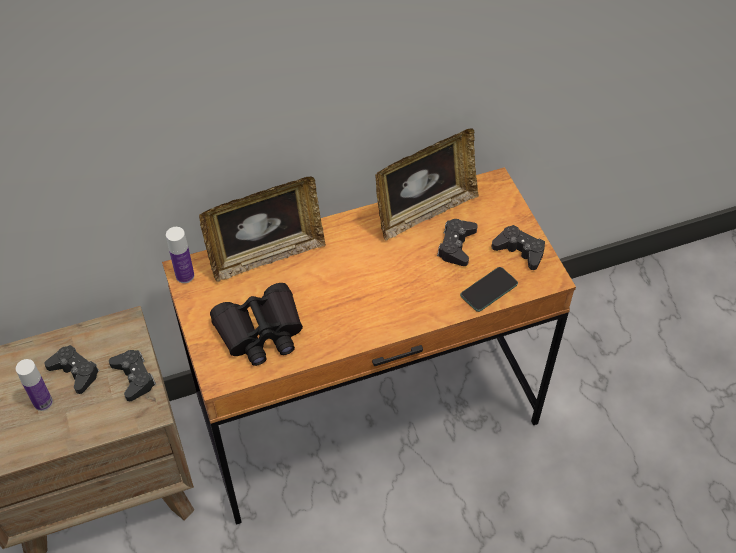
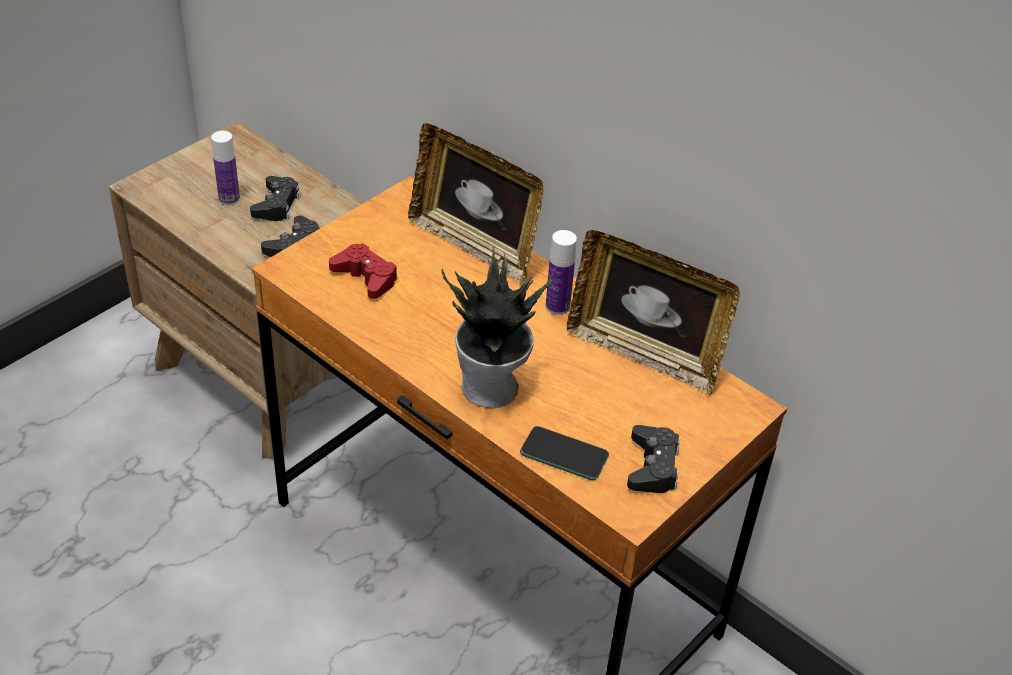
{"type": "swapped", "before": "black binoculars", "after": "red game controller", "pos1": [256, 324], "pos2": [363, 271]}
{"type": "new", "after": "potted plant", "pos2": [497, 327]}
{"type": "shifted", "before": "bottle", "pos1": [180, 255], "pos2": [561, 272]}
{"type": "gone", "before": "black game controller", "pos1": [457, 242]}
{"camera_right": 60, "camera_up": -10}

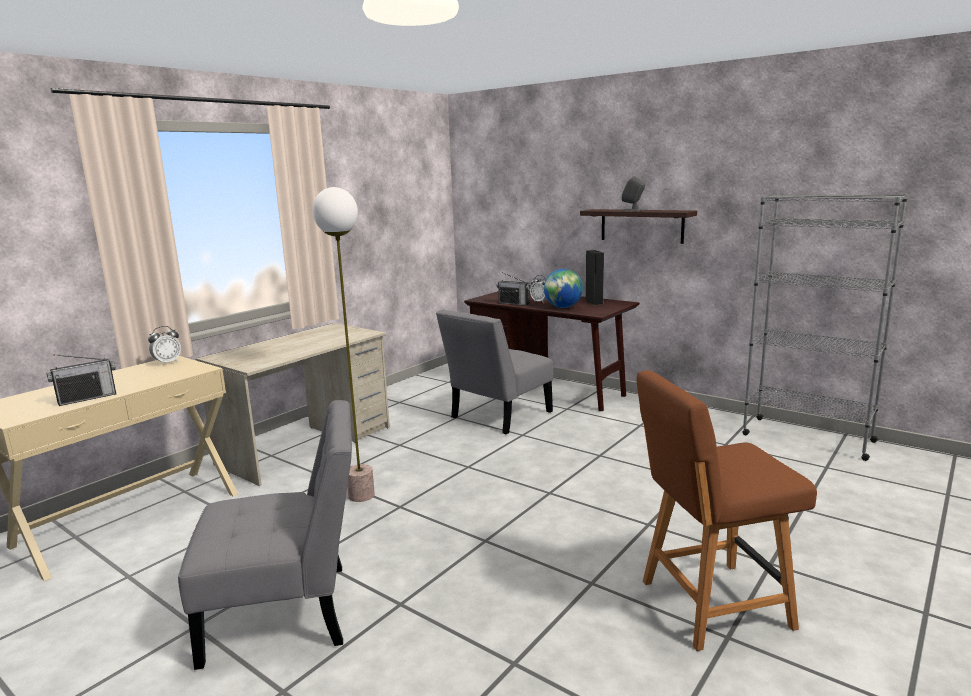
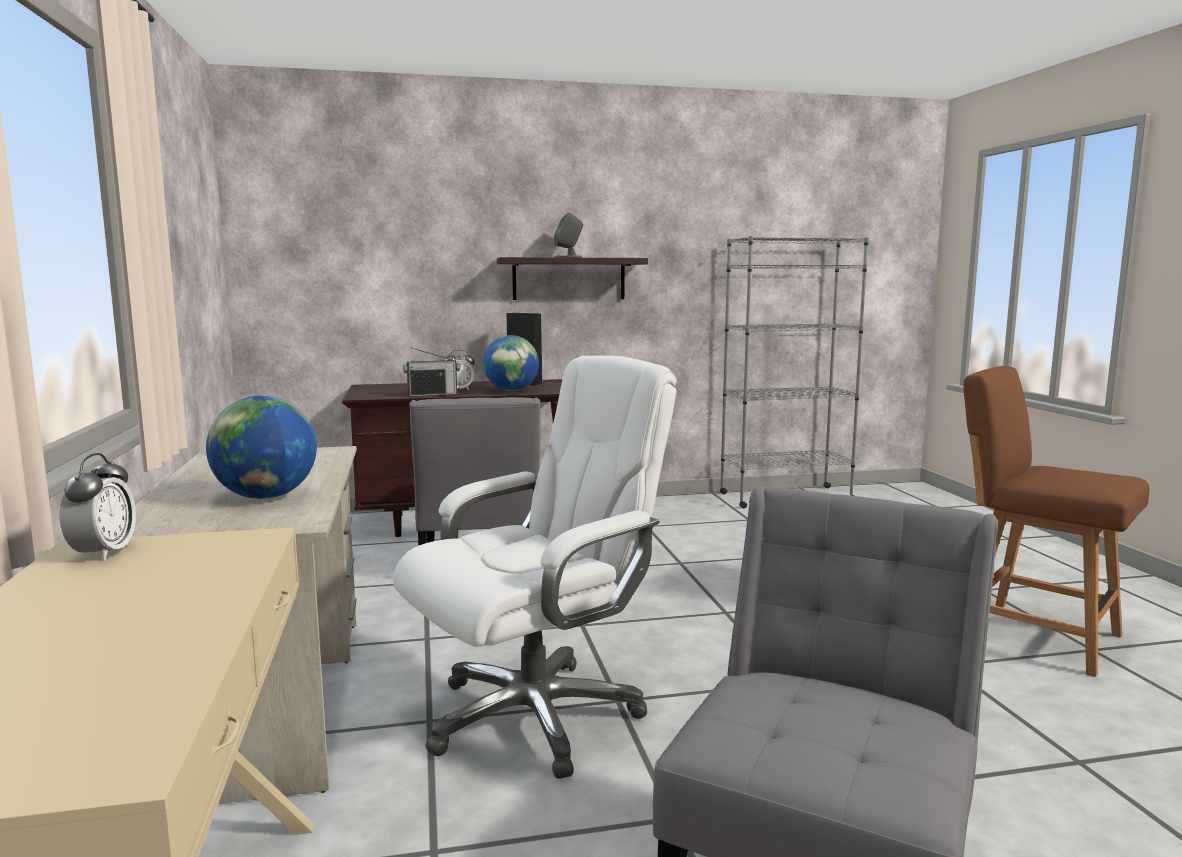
{"type": "new", "after": "globe", "pos2": [261, 447]}
{"type": "swapped", "before": "floor lamp", "after": "white office chair", "pos1": [343, 344], "pos2": [535, 567]}
{"type": "rotated", "before": "brown chair", "pos1": [727, 510], "pos2": [1057, 521], "turn": 105}
{"type": "gone", "before": "radio", "pos1": [81, 380]}
{"camera_right": -50, "camera_up": -5}

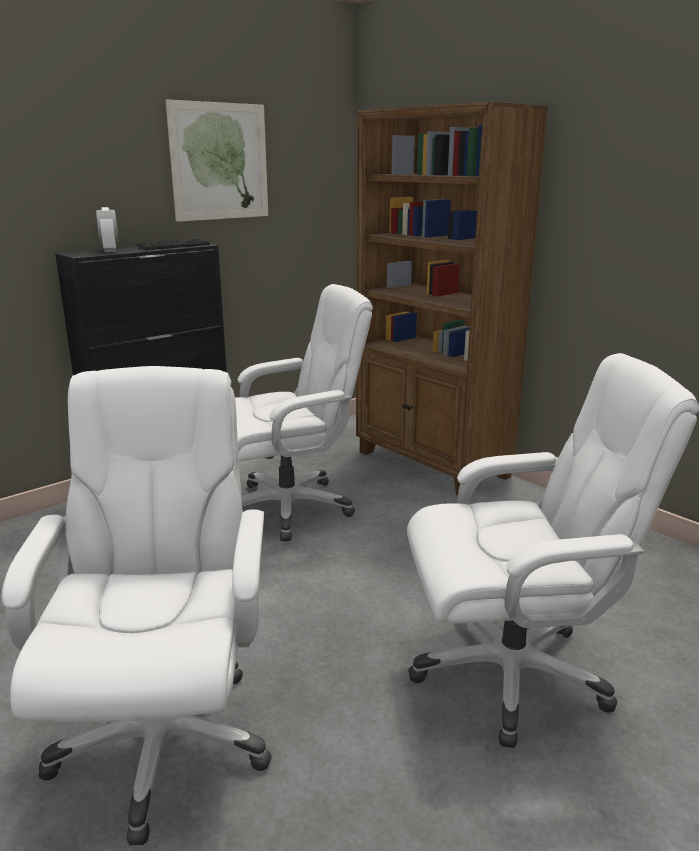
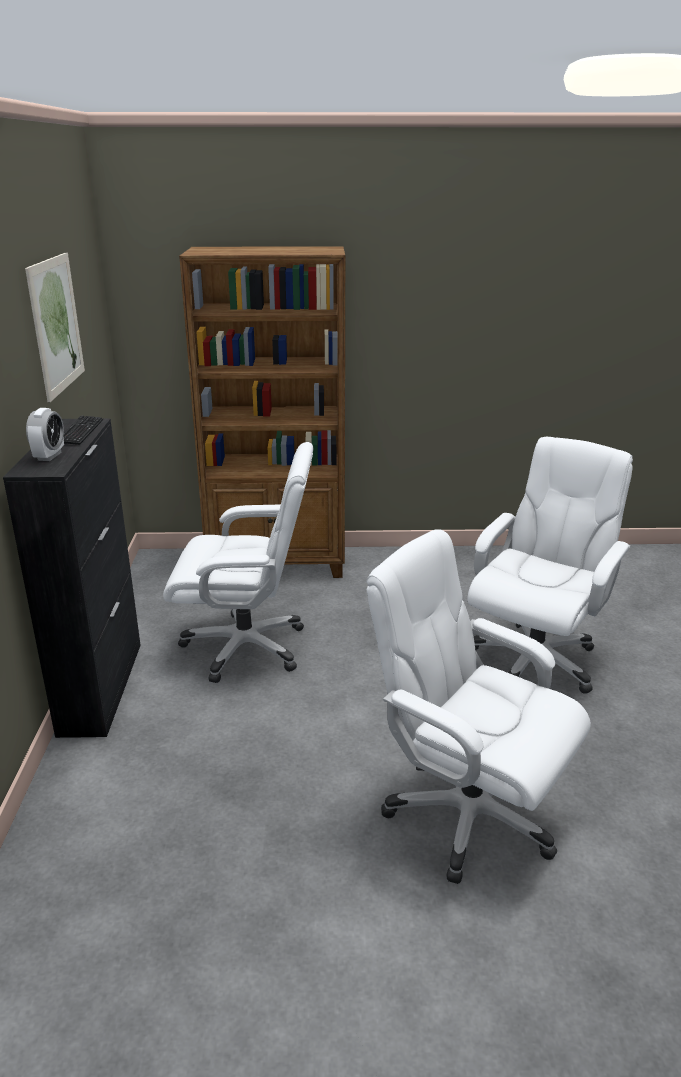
{"type": "rotated", "before": "alarm clock", "pos1": [107, 230], "pos2": [45, 434], "turn": -105}
{"type": "rotated", "before": "white office chair", "pos1": [304, 412], "pos2": [238, 562], "turn": 75}
{"camera_right": -50, "camera_up": 5}

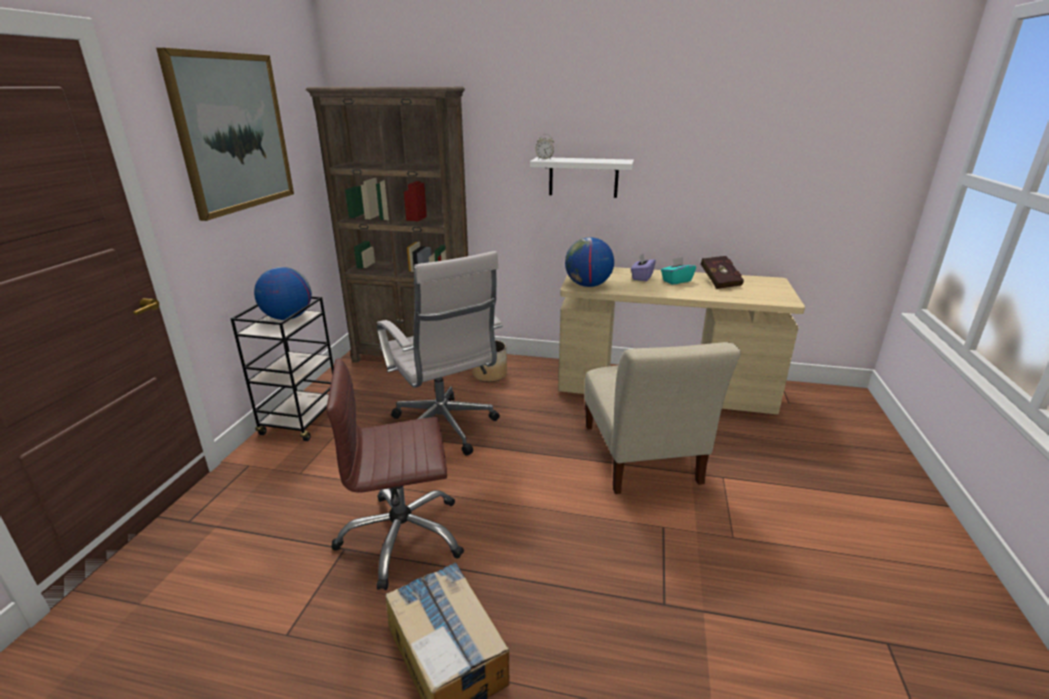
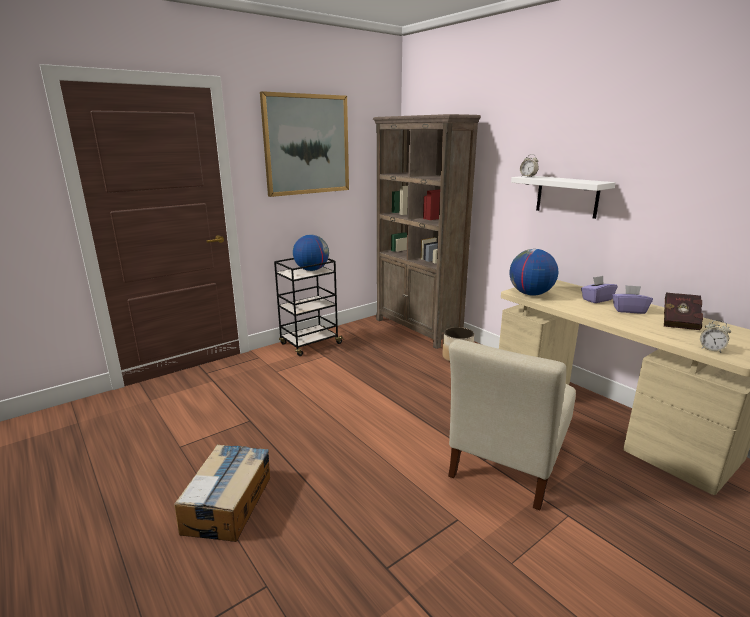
{"type": "repainted", "before": "turquoise tissue box", "after": "purple tissue box", "pos1": [678, 271], "pos2": [632, 299]}
{"type": "new", "after": "alarm clock", "pos2": [715, 336]}
{"type": "gone", "before": "brown office chair", "pos1": [395, 474]}
{"type": "gone", "before": "white office chair", "pos1": [440, 353]}
{"camera_right": 40, "camera_up": -5}

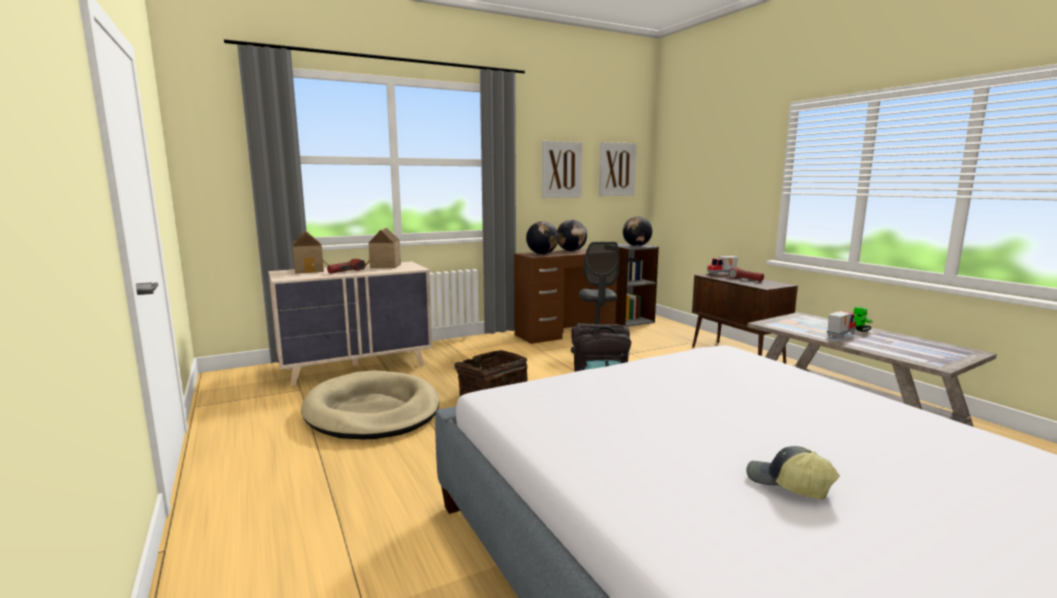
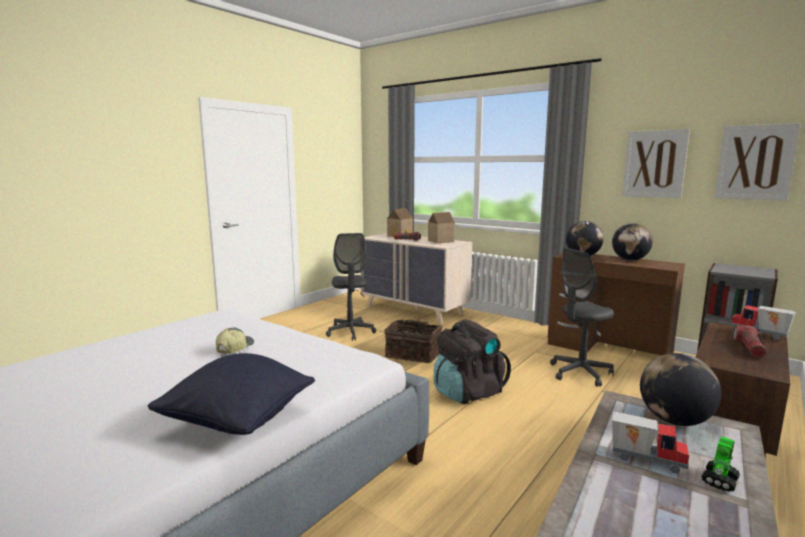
{"type": "new", "after": "black pillow", "pos2": [231, 394]}
{"type": "shifted", "before": "cap", "pos1": [793, 472], "pos2": [235, 340]}
{"type": "swapped", "before": "beige dog bed", "after": "grey office chair", "pos1": [370, 404], "pos2": [351, 287]}
{"type": "shifted", "before": "globe", "pos1": [637, 231], "pos2": [680, 389]}
{"camera_right": 65, "camera_up": 0}

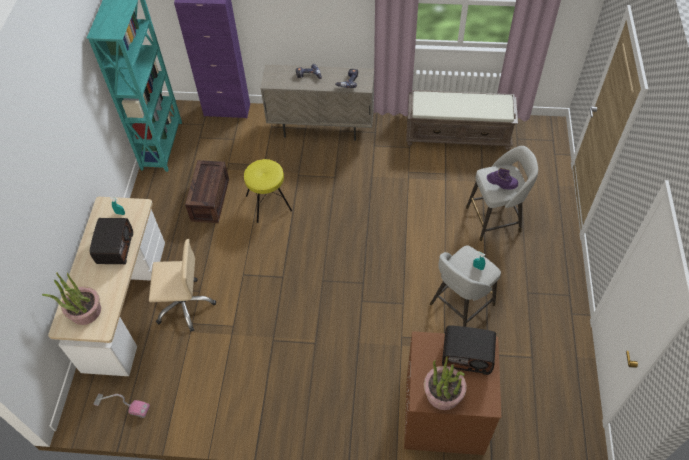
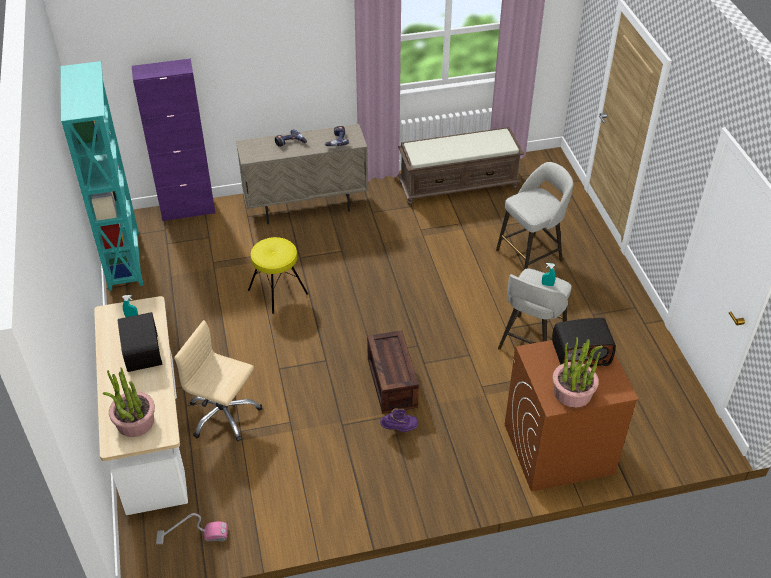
{"type": "rotated", "before": "beige office chair", "pos1": [182, 285], "pos2": [218, 381], "turn": -135}
{"type": "shifted", "before": "crate", "pos1": [207, 191], "pos2": [393, 372]}
{"type": "shifted", "before": "purple boot", "pos1": [502, 178], "pos2": [399, 420]}
{"camera_right": -20, "camera_up": -10}

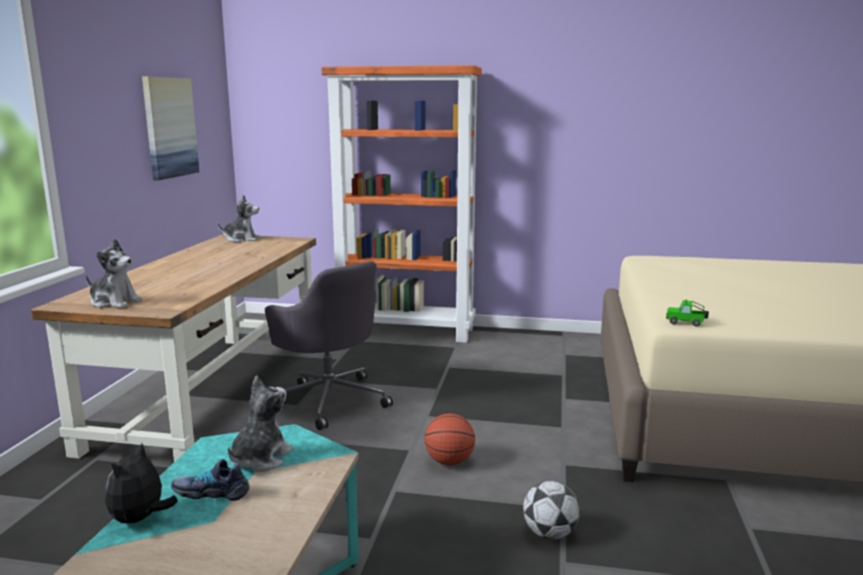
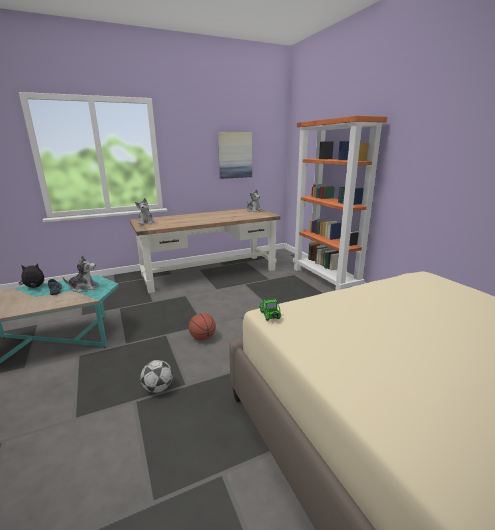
{"type": "gone", "before": "grey office chair", "pos1": [329, 345]}
{"camera_right": 55, "camera_up": 5}

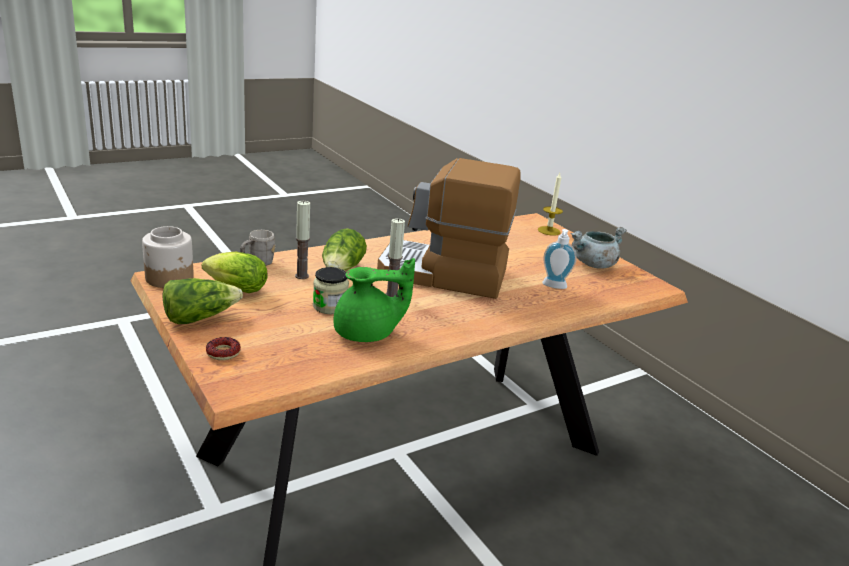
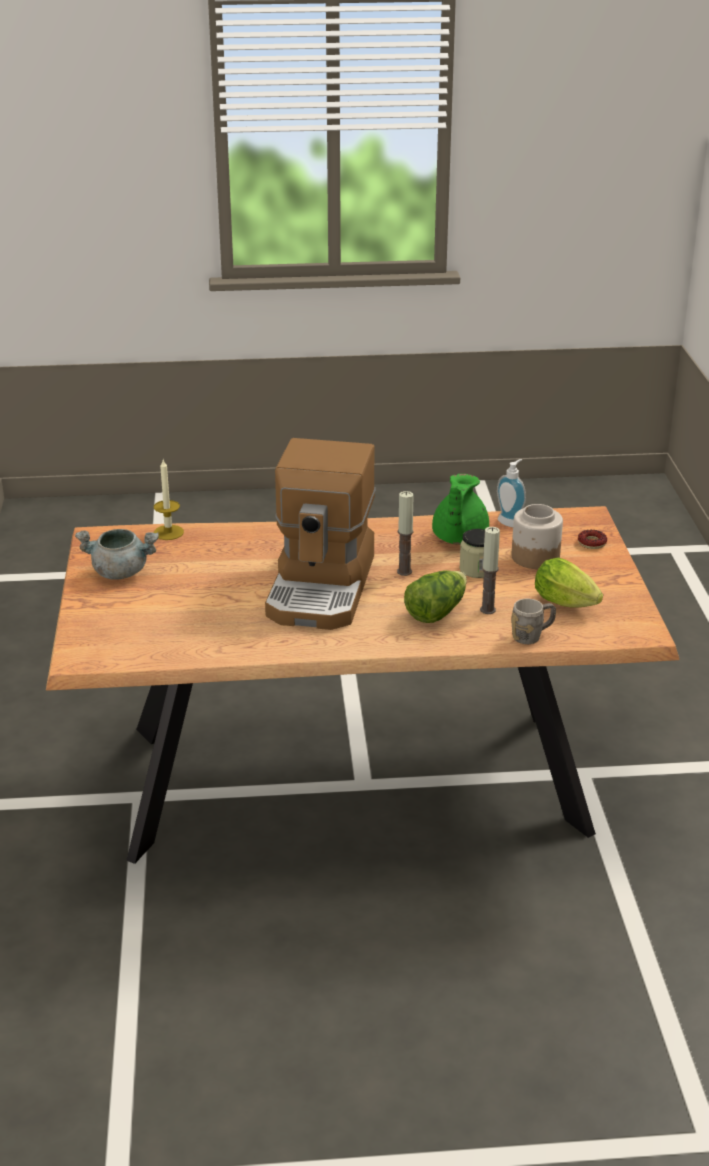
{"type": "shifted", "before": "candle", "pos1": [550, 204], "pos2": [169, 500]}
{"type": "rotated", "before": "coffee machine", "pos1": [449, 228], "pos2": [320, 534], "turn": 60}
{"type": "rotated", "before": "green teapot", "pos1": [374, 300], "pos2": [460, 509], "turn": -90}
{"type": "shifted", "before": "soap dispenser", "pos1": [559, 259], "pos2": [511, 493]}
{"type": "shifted", "before": "jar", "pos1": [168, 257], "pos2": [537, 536]}
{"type": "gone", "before": "lettuce", "pos1": [202, 301]}
{"camera_right": -150, "camera_up": 5}

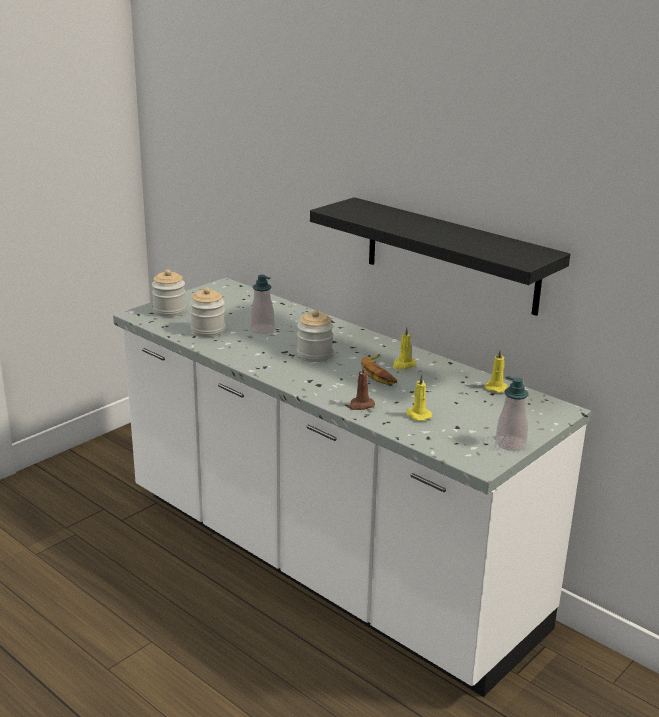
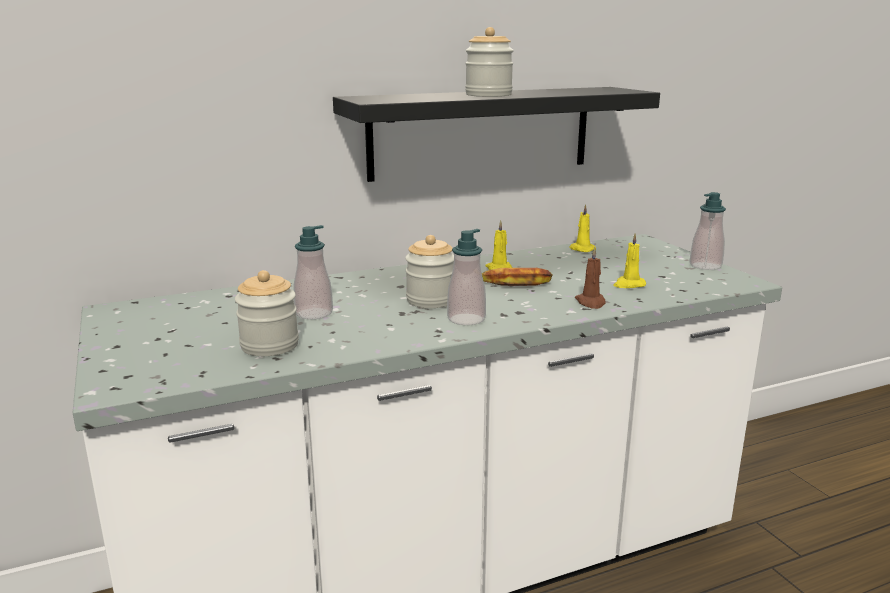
{"type": "new", "after": "soap dispenser", "pos2": [466, 277]}
{"type": "shifted", "before": "jar", "pos1": [169, 293], "pos2": [489, 62]}
{"camera_right": -65, "camera_up": -5}

